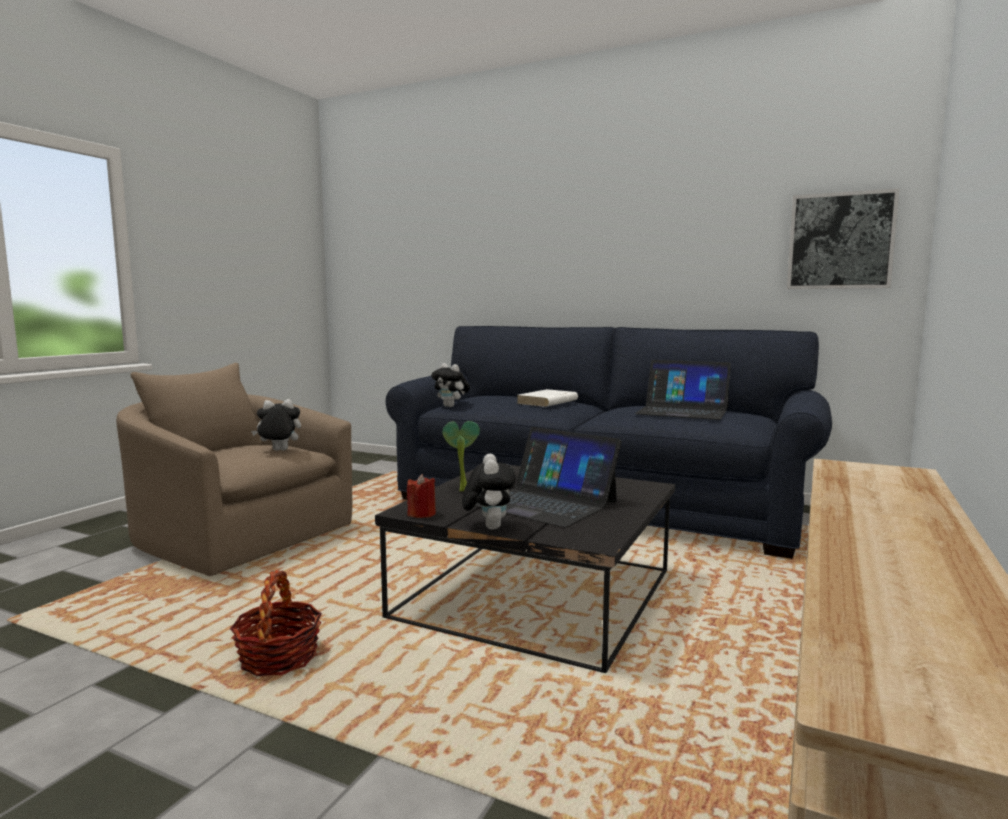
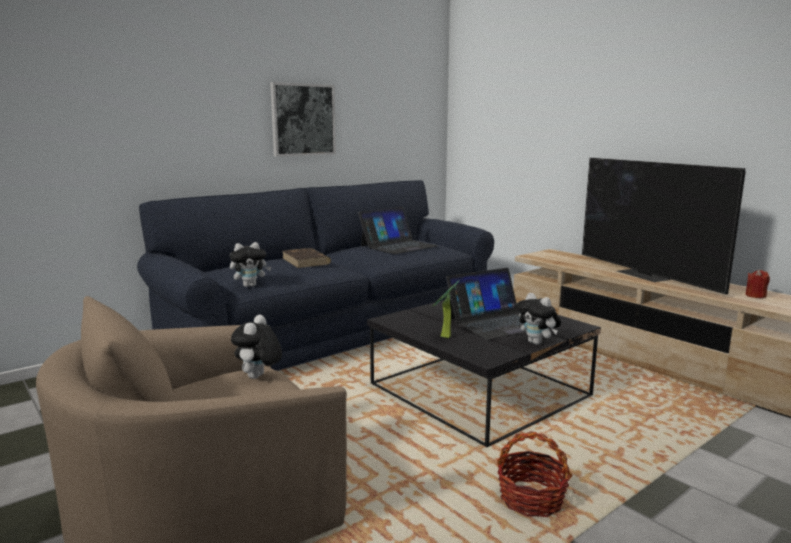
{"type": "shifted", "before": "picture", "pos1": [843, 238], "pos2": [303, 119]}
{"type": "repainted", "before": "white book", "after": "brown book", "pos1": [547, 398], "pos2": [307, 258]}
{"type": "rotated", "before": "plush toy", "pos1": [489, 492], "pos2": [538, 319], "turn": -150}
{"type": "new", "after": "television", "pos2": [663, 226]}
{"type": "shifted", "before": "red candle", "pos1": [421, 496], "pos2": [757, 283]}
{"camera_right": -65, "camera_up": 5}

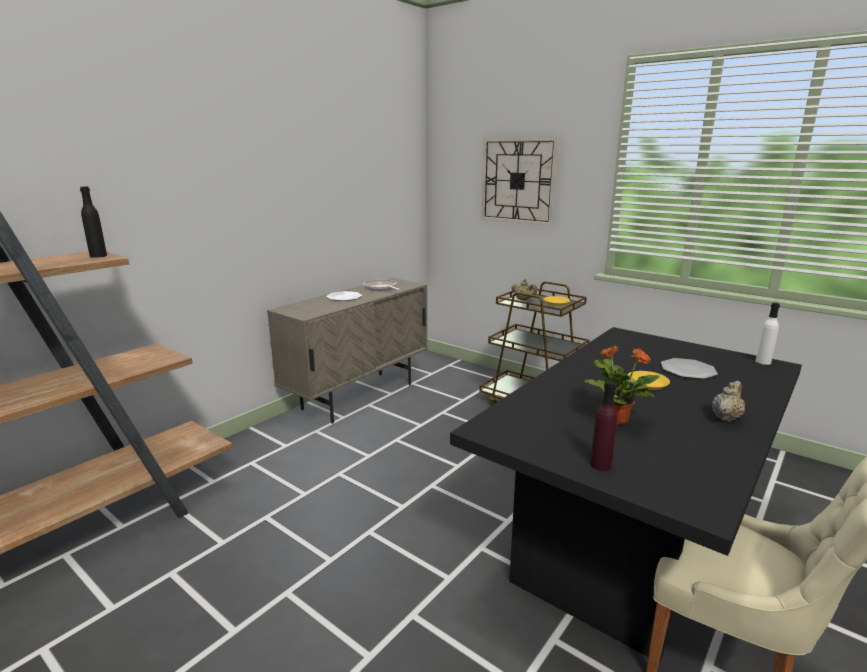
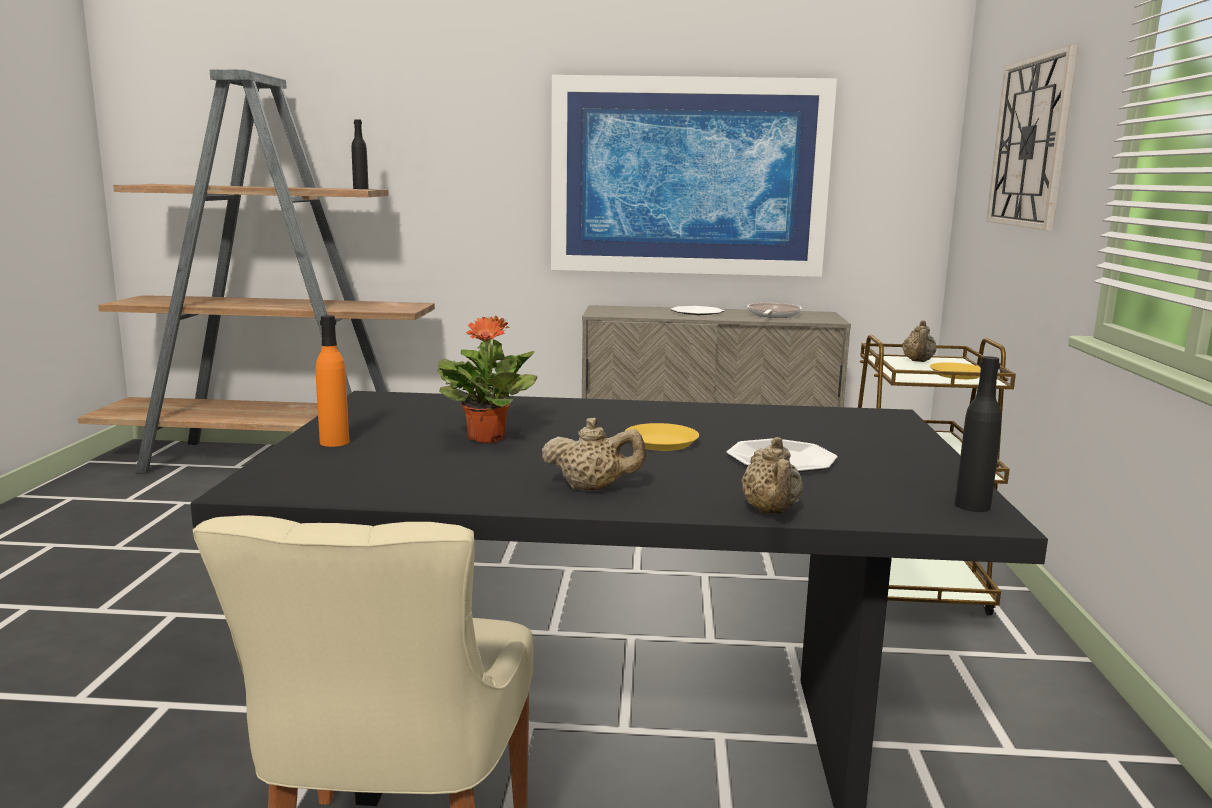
{"type": "repainted", "before": "purple bottle", "after": "orange bottle", "pos1": [603, 426], "pos2": [332, 381]}
{"type": "new", "after": "picture", "pos2": [694, 176]}
{"type": "new", "after": "beige teapot", "pos2": [772, 475]}
{"type": "repainted", "before": "white bottle", "after": "black bottle", "pos1": [768, 334], "pos2": [978, 434]}
{"camera_right": 55, "camera_up": -5}

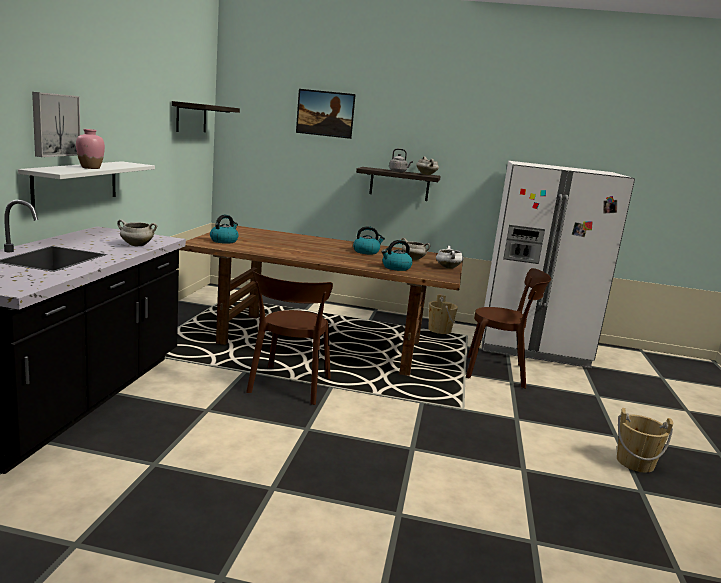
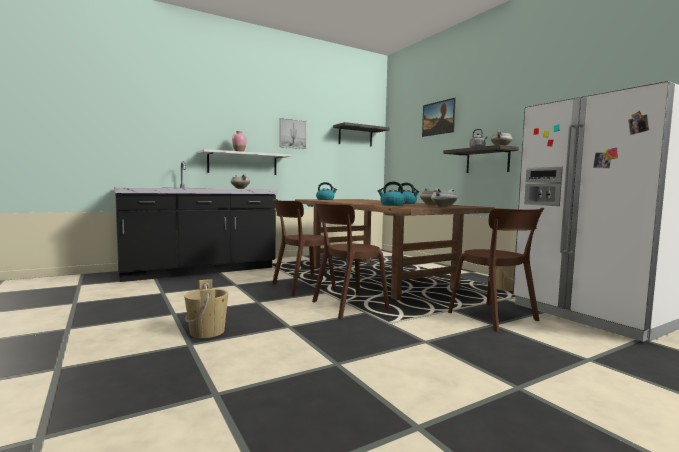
{"type": "shifted", "before": "beige bucket", "pos1": [645, 440], "pos2": [206, 308]}
{"type": "shifted", "before": "picture", "pos1": [56, 124], "pos2": [293, 133]}
{"type": "new", "after": "brown chair", "pos2": [351, 260]}
{"camera_right": 50, "camera_up": -10}

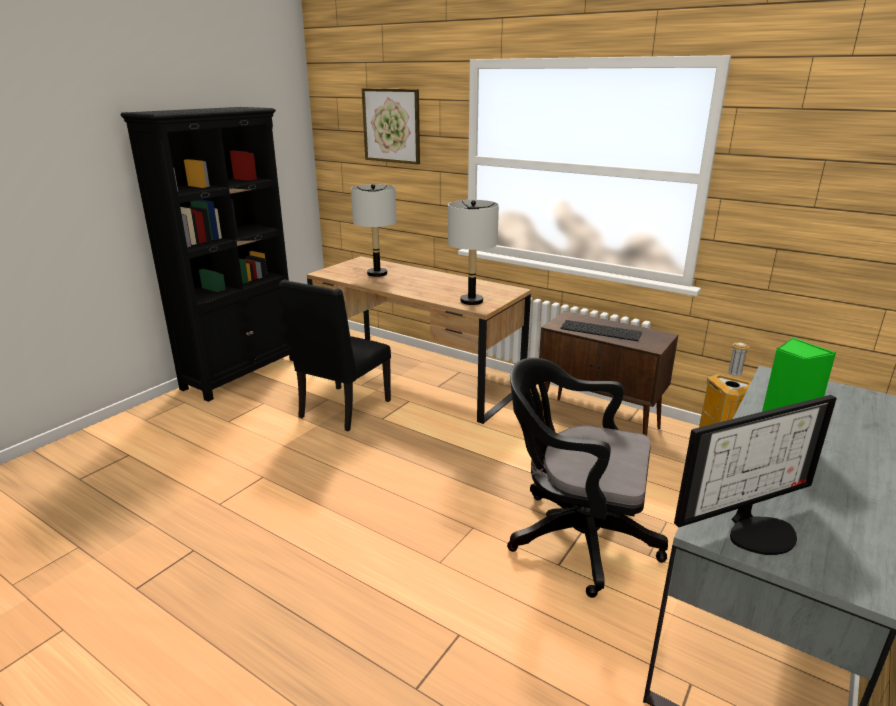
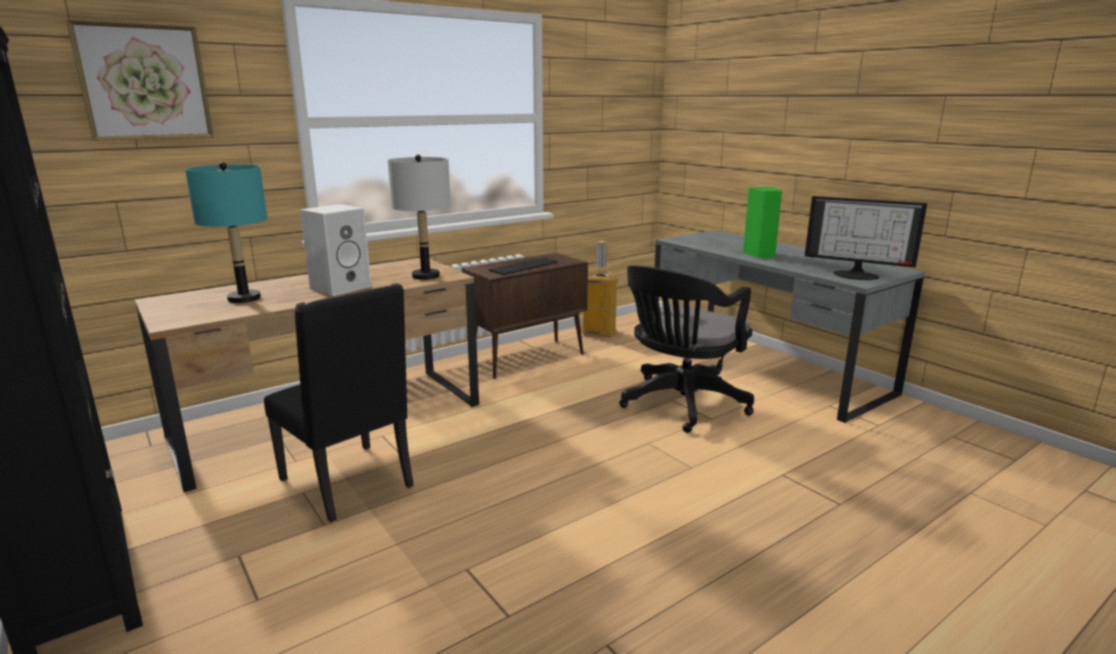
{"type": "repainted", "before": "grey table lamp", "after": "turquoise table lamp", "pos1": [374, 230], "pos2": [226, 232]}
{"type": "new", "after": "white speaker", "pos2": [335, 250]}
{"type": "rotated", "before": "monitor", "pos1": [755, 475], "pos2": [866, 238], "turn": 120}
{"camera_right": -70, "camera_up": -5}

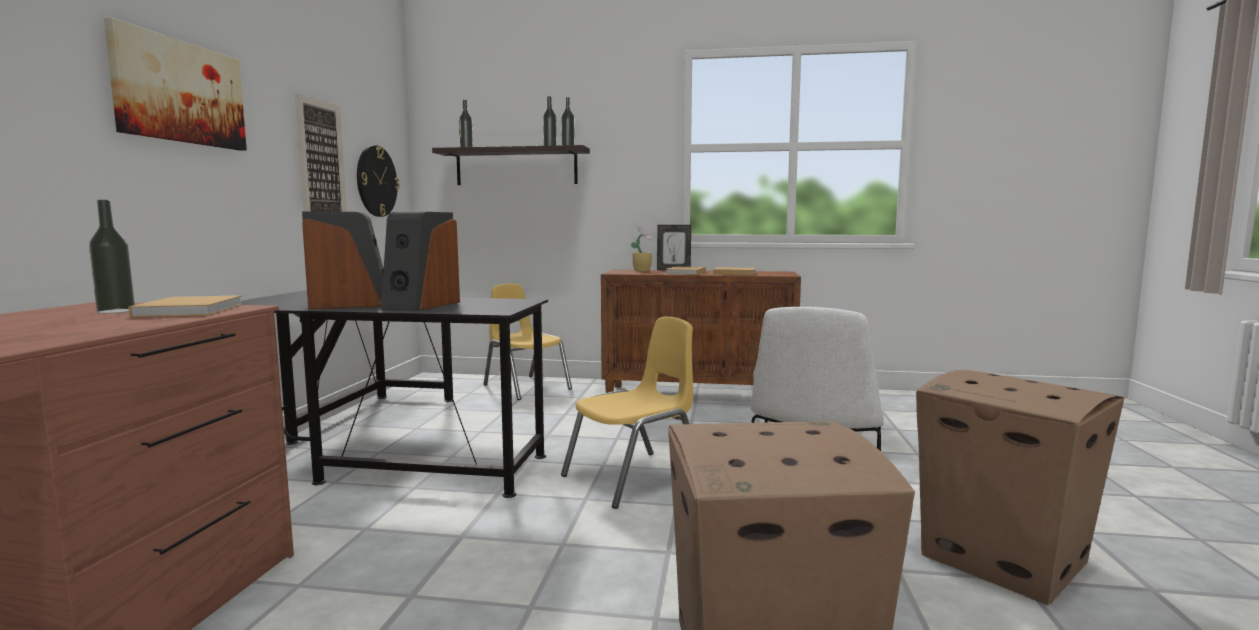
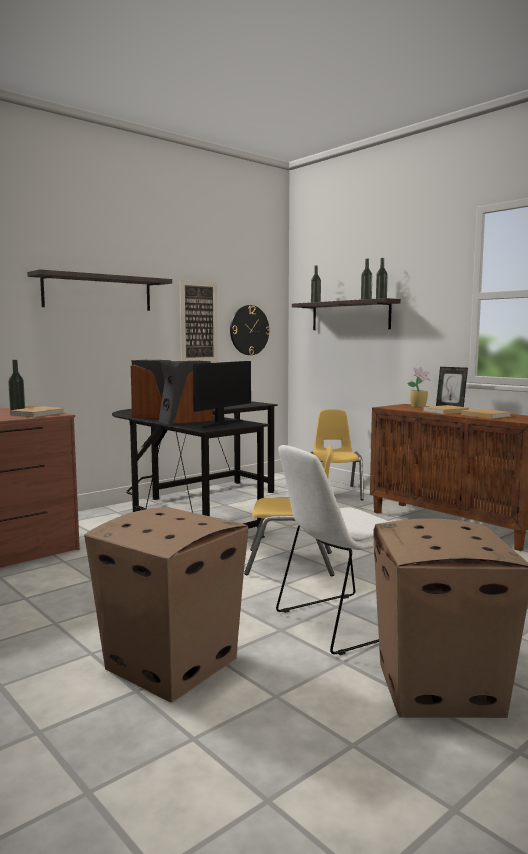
{"type": "swapped", "before": "picture", "after": "shelf", "pos1": [175, 84], "pos2": [99, 290]}
{"type": "new", "after": "monitor", "pos2": [222, 394]}
{"camera_right": 40, "camera_up": 0}

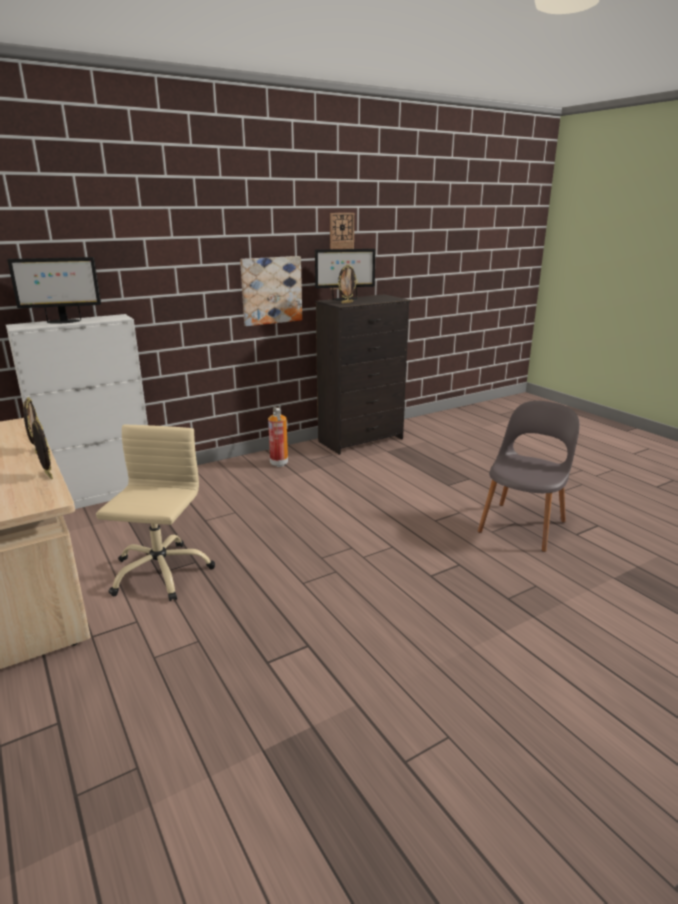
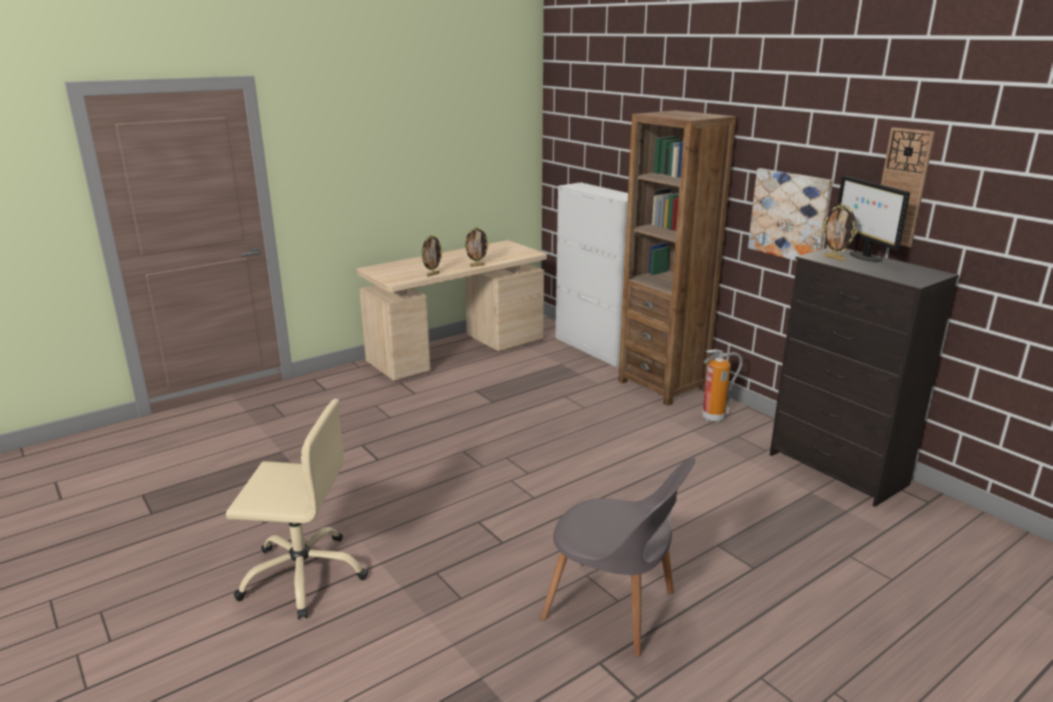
{"type": "shifted", "before": "beige office chair", "pos1": [155, 513], "pos2": [297, 509]}
{"type": "new", "after": "brown bookcase", "pos2": [677, 258]}
{"type": "gone", "before": "monitor", "pos1": [54, 290]}
{"camera_right": 85, "camera_up": 0}

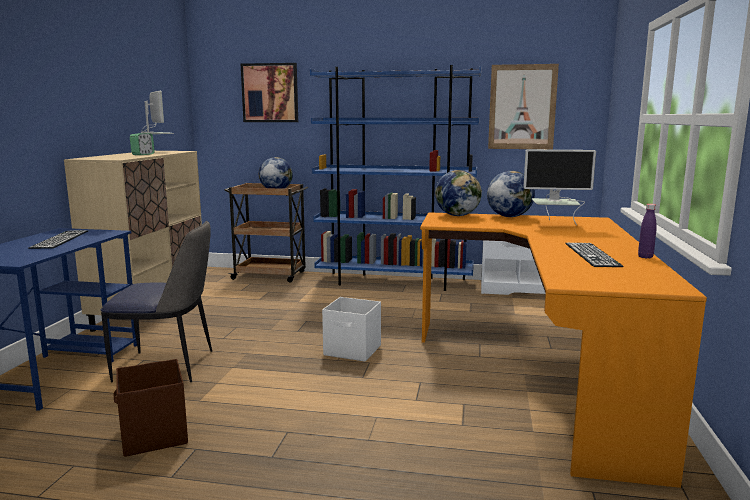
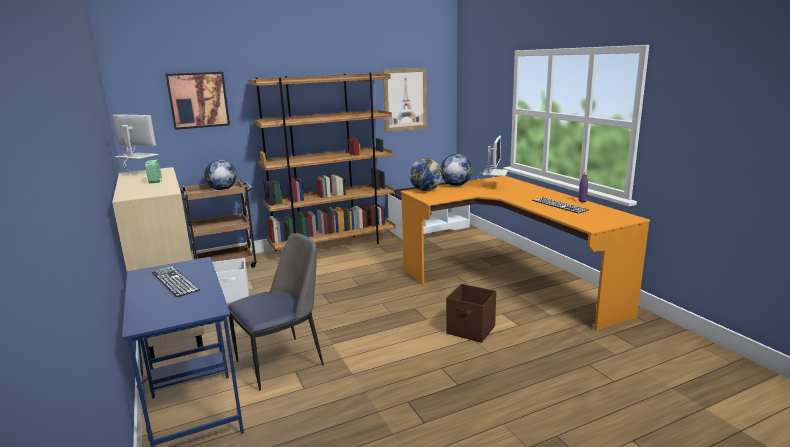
{"type": "shifted", "before": "white storage box", "pos1": [351, 329], "pos2": [230, 280]}
{"type": "repainted", "before": "blue bookcase", "after": "brown bookcase", "pos1": [395, 178], "pos2": [322, 162]}
{"type": "shifted", "before": "brown storage box", "pos1": [150, 408], "pos2": [471, 313]}
{"type": "rotated", "before": "monitor", "pos1": [559, 187], "pos2": [493, 161], "turn": -45}
{"camera_right": -35, "camera_up": 5}

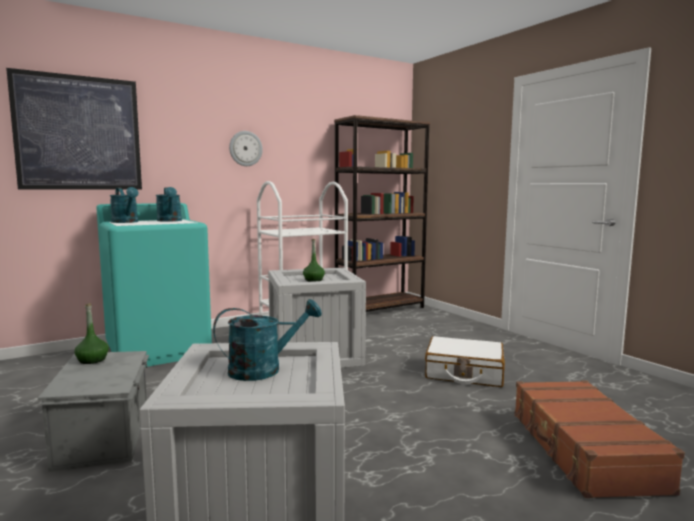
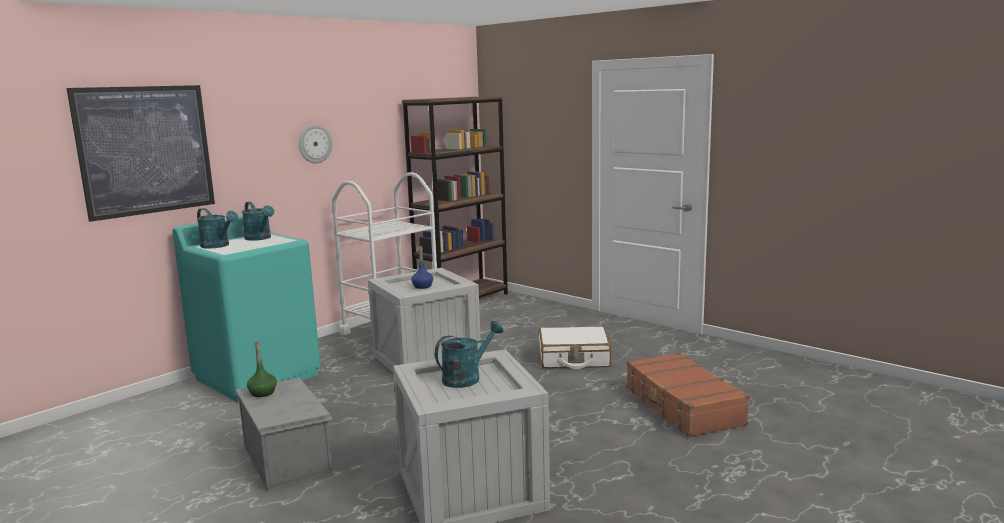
{"type": "repainted", "before": "green bottle", "after": "blue bottle", "pos1": [314, 260], "pos2": [422, 267]}
{"camera_right": -15, "camera_up": 5}

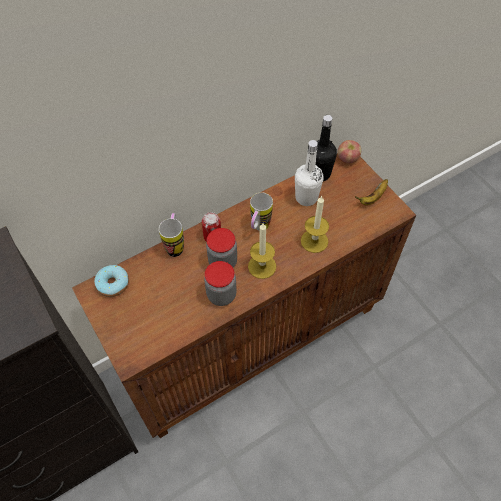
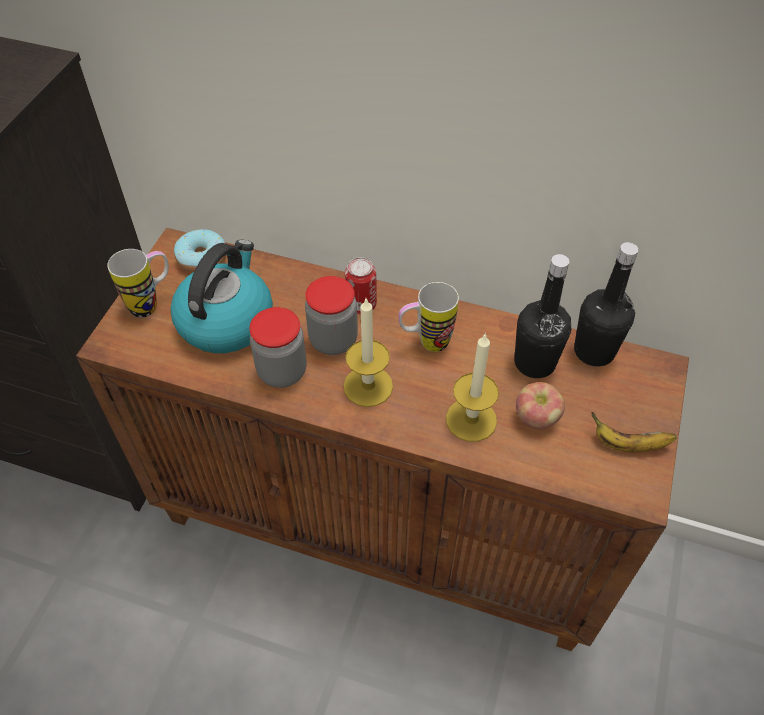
{"type": "shifted", "before": "mug", "pos1": [171, 235], "pos2": [138, 283]}
{"type": "new", "after": "kettle", "pos2": [221, 296]}
{"type": "repainted", "before": "white bottle", "after": "black bottle", "pos1": [309, 173], "pos2": [542, 316]}
{"type": "shifted", "before": "apple", "pos1": [349, 151], "pos2": [540, 405]}
{"camera_right": 50, "camera_up": -5}

